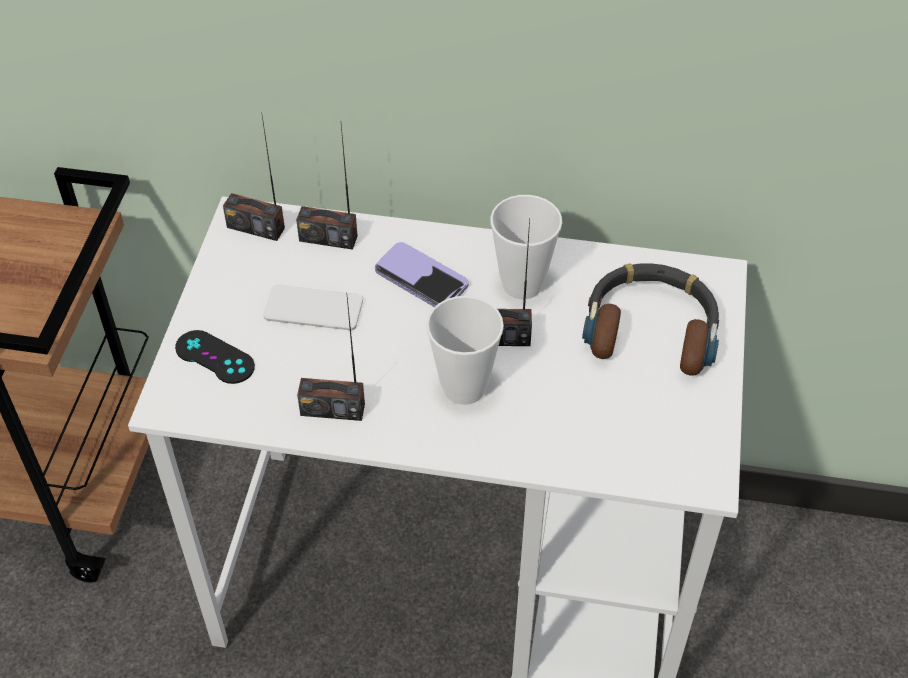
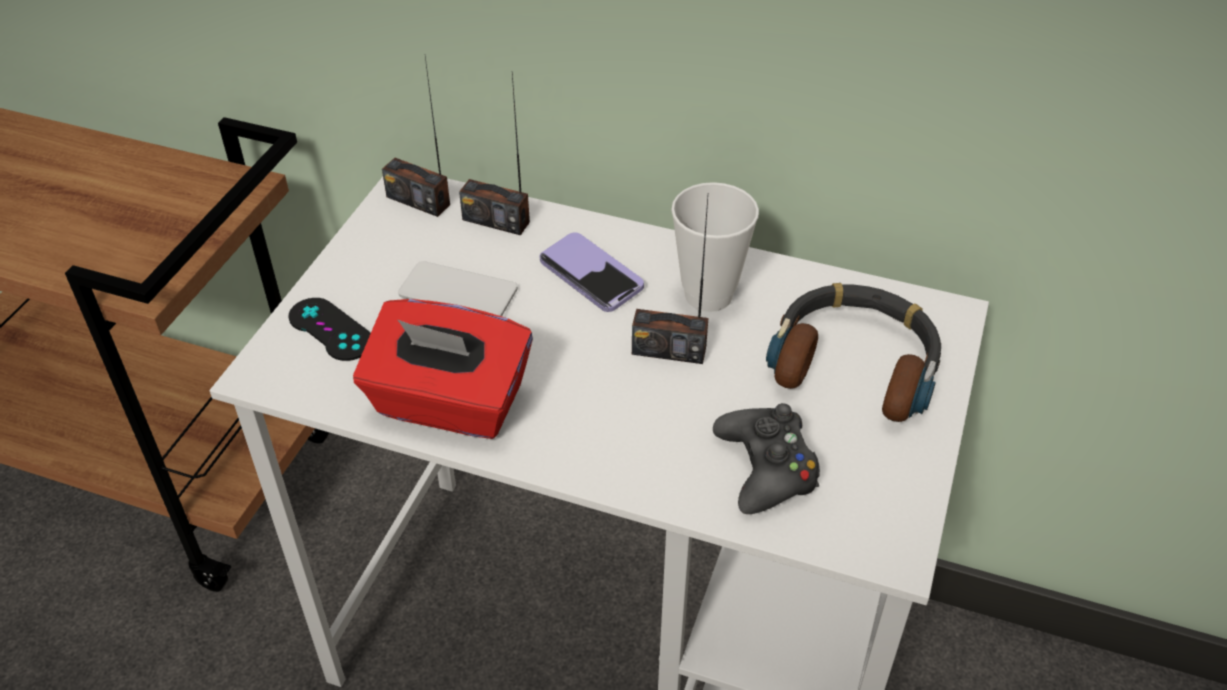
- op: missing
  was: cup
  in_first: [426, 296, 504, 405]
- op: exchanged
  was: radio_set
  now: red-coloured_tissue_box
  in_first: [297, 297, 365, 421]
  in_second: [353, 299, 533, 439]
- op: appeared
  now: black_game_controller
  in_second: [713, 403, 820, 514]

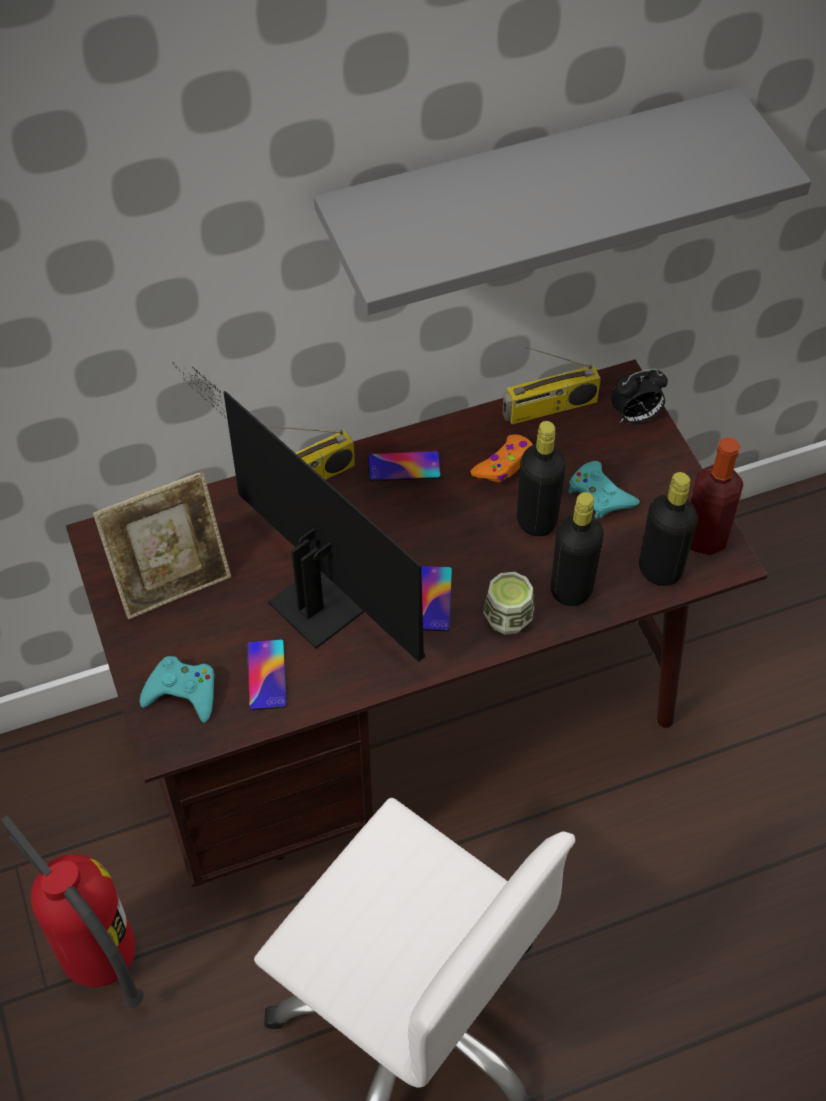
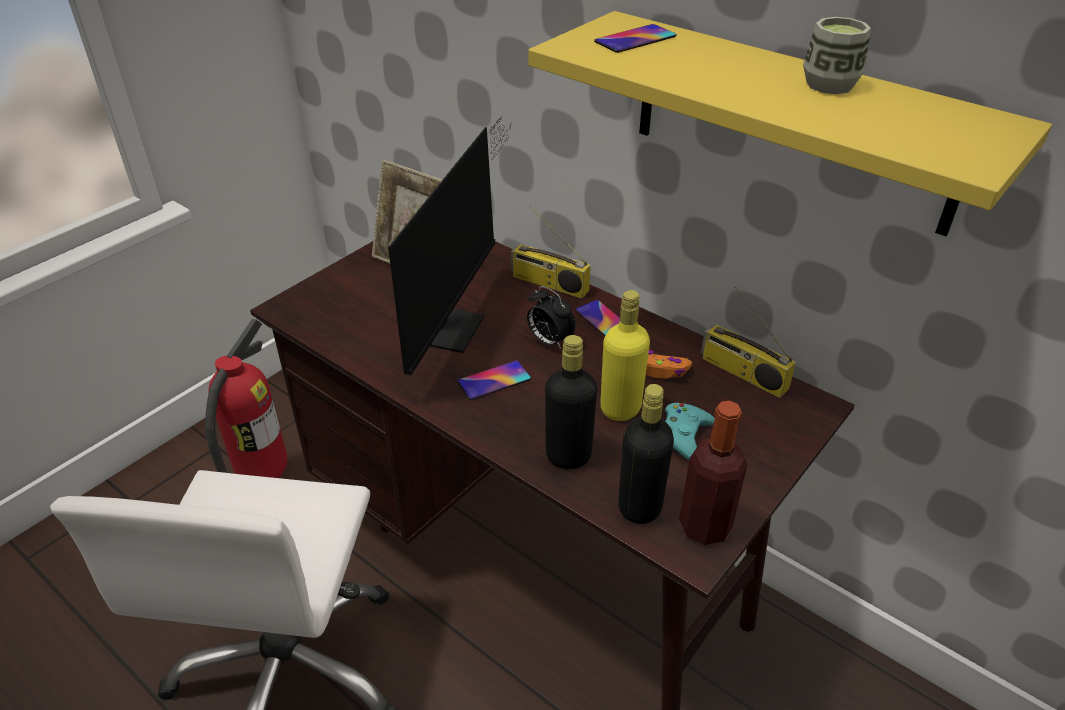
- op: colour
  was: greyish_wall_shelf
  now: yellowish_wall_shelf
  in_first: [314, 87, 811, 315]
  in_second: [528, 11, 1052, 236]
- op: relocated
  was: table_clock
  in_first: [610, 369, 668, 423]
  in_second: [527, 286, 576, 349]
- op: colour
  was: black_beverage_bottle
  now: yellowish_beverage_bottle
  in_first: [517, 421, 566, 537]
  in_second: [600, 290, 650, 421]
- op: relocated
  was: cup
  in_first: [483, 572, 534, 635]
  in_second: [803, 17, 871, 94]
- op: relocated
  was: handset
  in_first: [247, 639, 287, 710]
  in_second: [594, 24, 677, 53]
- op: missing
  was: turquoise_game_controller
  in_first: [140, 656, 215, 723]

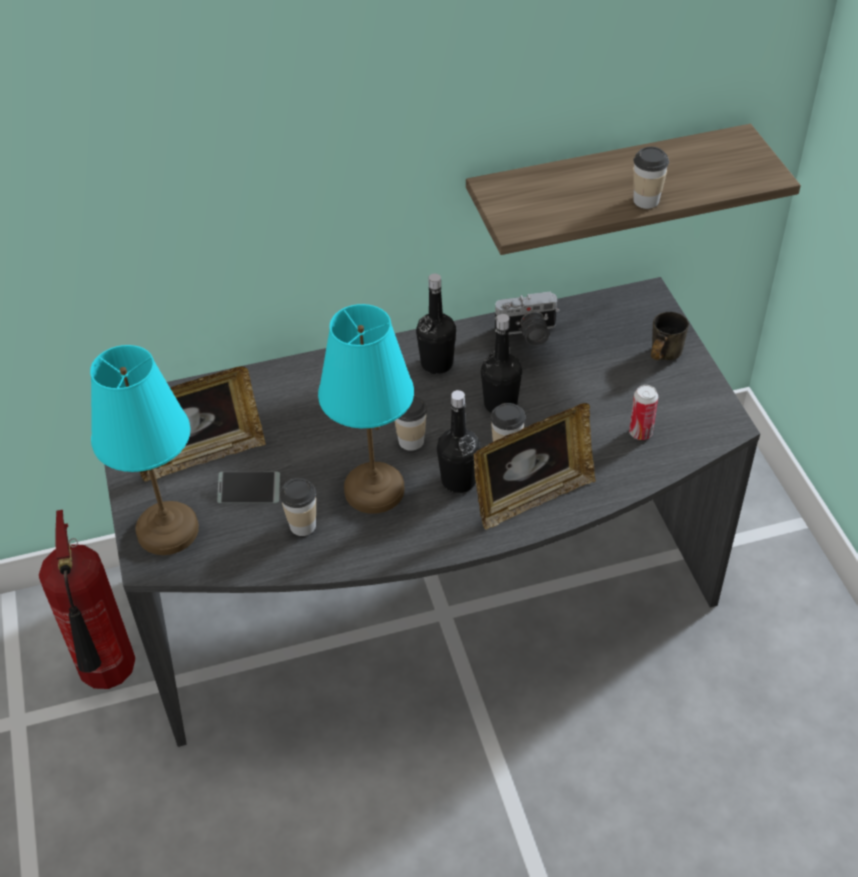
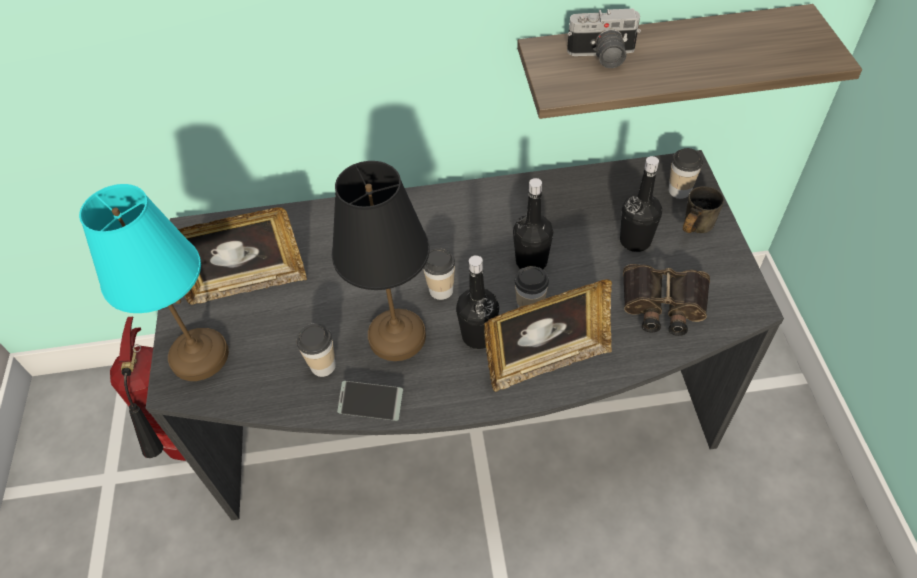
- op: relocated
  was: cup
  in_first: [633, 147, 669, 209]
  in_second: [669, 148, 703, 199]
- op: relocated
  was: black_beverage_bottle
  in_first: [416, 274, 456, 374]
  in_second: [620, 156, 662, 252]
- op: relocated
  was: still_camera
  in_first: [495, 291, 559, 346]
  in_second: [567, 8, 641, 68]
- op: colour
  was: turquoise_tabletop_lamp
  now: black_tabletop_lamp
  in_first: [318, 304, 414, 514]
  in_second: [332, 161, 430, 361]
- op: exchanged
  was: can
  now: binoculars
  in_first: [629, 385, 658, 440]
  in_second: [623, 264, 710, 336]
- op: relocated
  was: handset
  in_first: [217, 472, 280, 503]
  in_second: [337, 381, 403, 421]

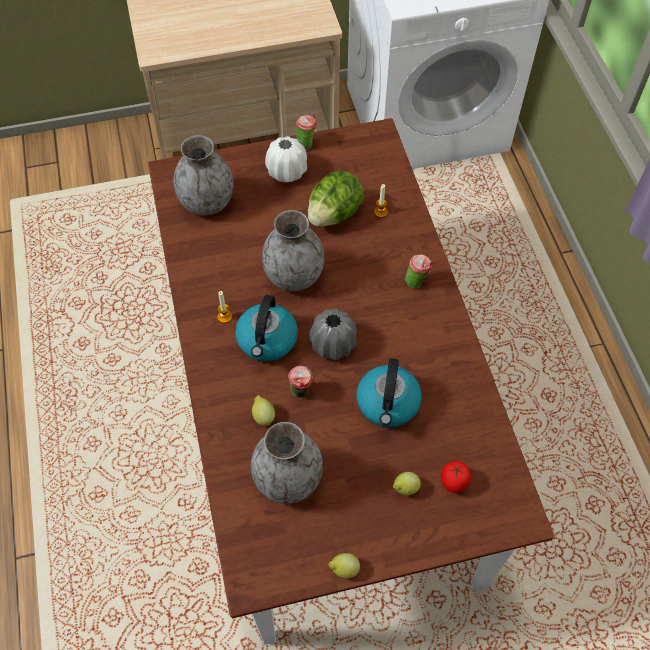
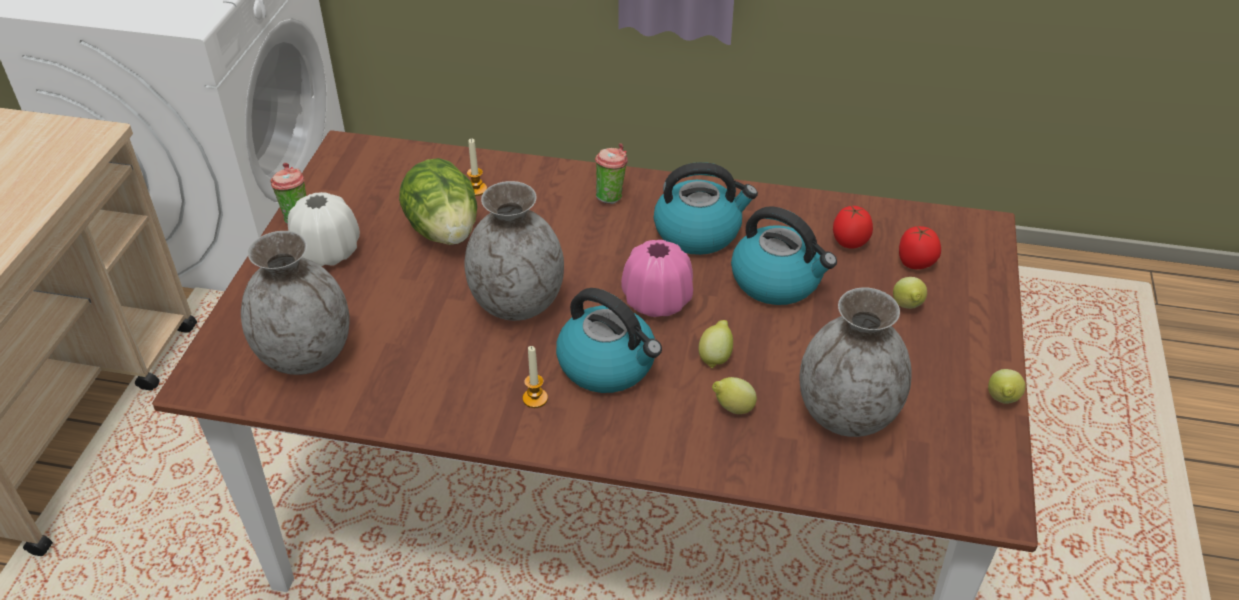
- op: colour
  was: greyish_flower_vase
  now: pink_flower_vase
  in_first: [309, 309, 357, 360]
  in_second: [621, 240, 693, 317]
- op: exchanged
  was: cup
  now: whole_lemon
  in_first: [288, 366, 313, 397]
  in_second: [698, 320, 733, 368]
- op: appeared
  now: water_kettle
  in_second: [654, 162, 758, 255]
- op: appeared
  now: tomato
  in_second: [833, 204, 873, 248]

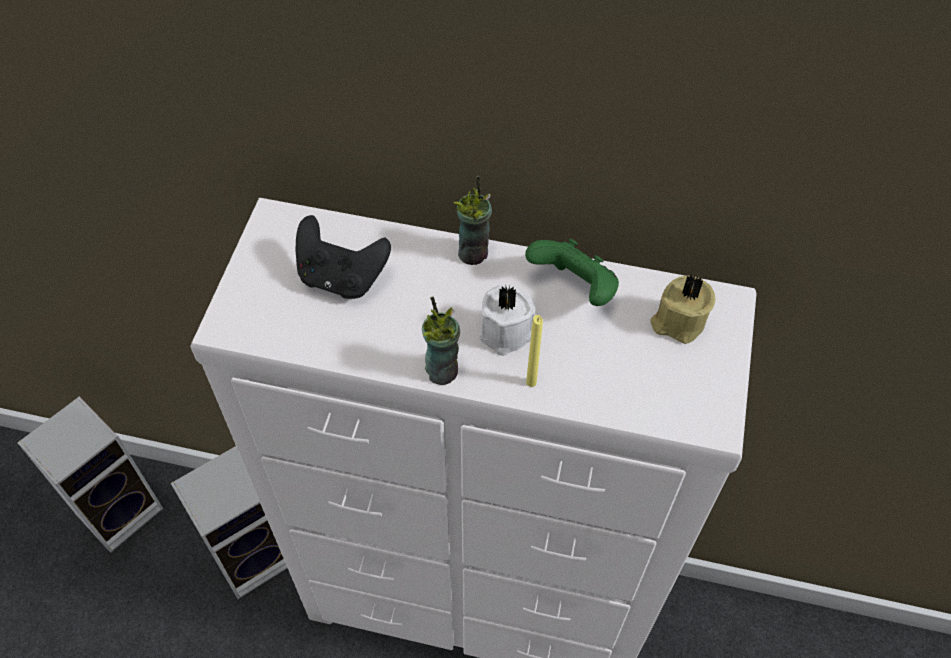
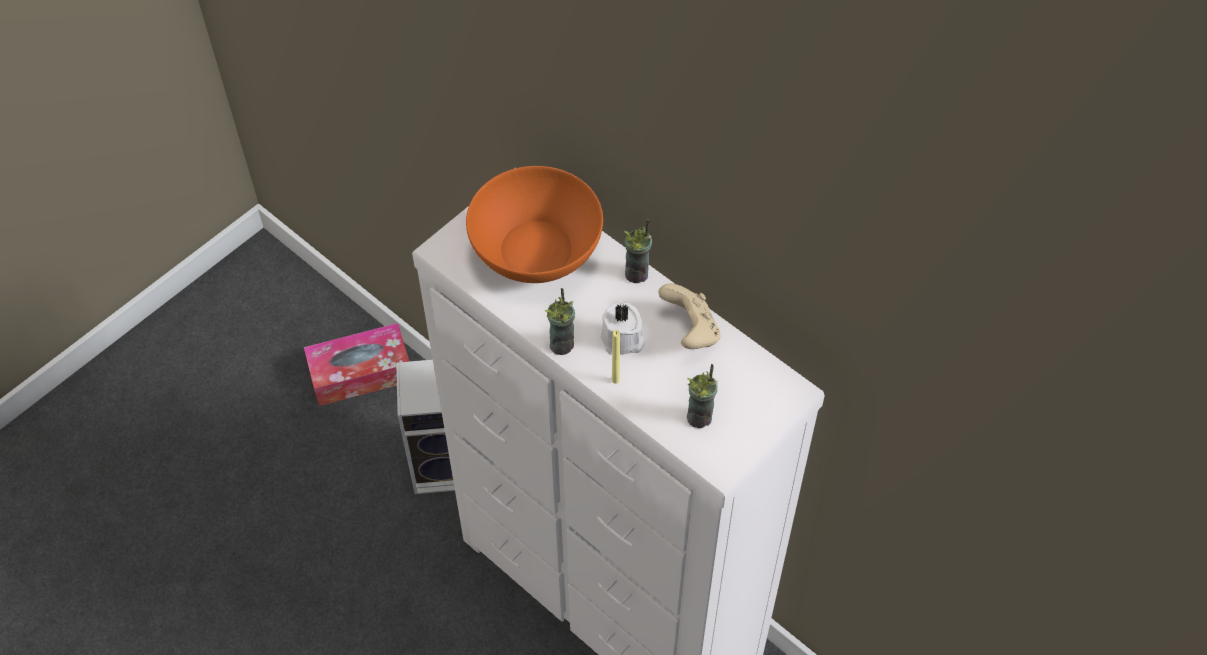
- op: exchanged
  was: black_game_controller
  now: orange-coloured_bowl
  in_first: [296, 215, 391, 299]
  in_second: [466, 166, 603, 283]
- op: colour
  was: greenish_game_controller
  now: sand-coloured_game_controller
  in_first: [525, 238, 619, 306]
  in_second: [658, 283, 720, 349]
- op: missing
  was: sand-coloured_wax_light
  in_first: [651, 274, 715, 344]
- op: exchanged
  was: speaker
  now: tissue_box
  in_first: [17, 397, 163, 553]
  in_second: [304, 323, 409, 406]
- op: appeared
  now: cup
  in_second: [687, 364, 718, 428]

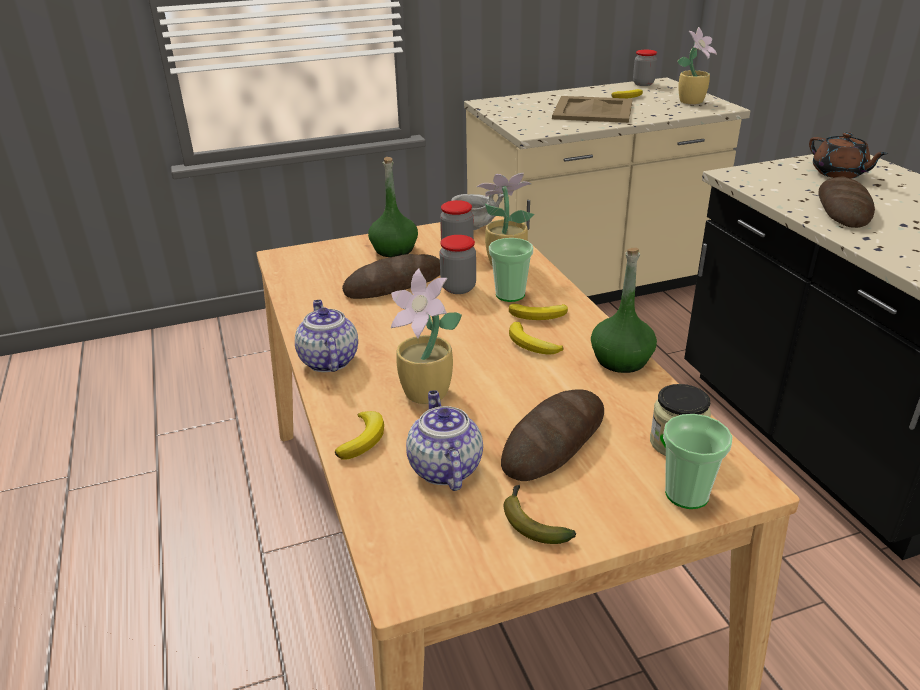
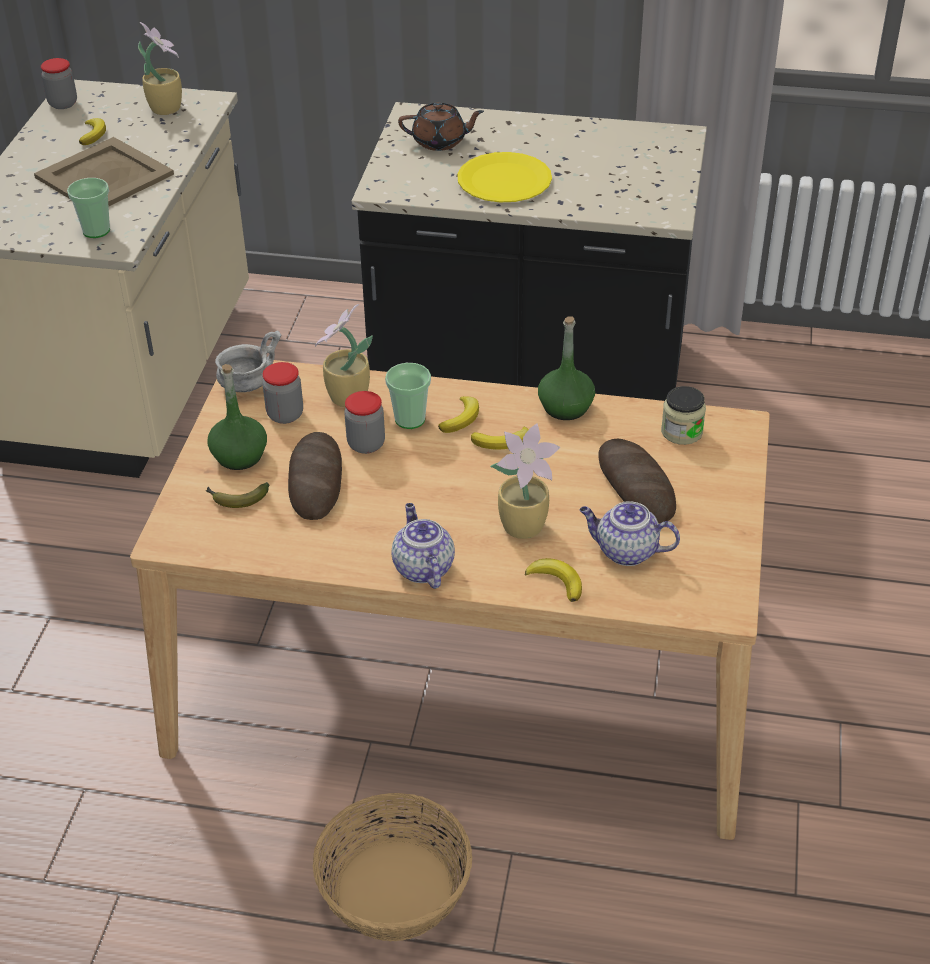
- op: exchanged
  was: bakery_bread
  now: yellowish_dinner_plate
  in_first: [819, 176, 875, 228]
  in_second: [457, 152, 552, 202]
- op: spun
  was: tea_pot
  in_first: [295, 300, 358, 372]
  in_second: [392, 503, 455, 589]
  clockwise: 60
- op: relocated
  was: cup
  in_first: [663, 414, 733, 509]
  in_second: [67, 178, 110, 238]
- op: relocated
  was: banana
  in_first: [504, 485, 576, 544]
  in_second: [206, 482, 269, 508]
- op: appeared
  now: basket
  in_second: [313, 793, 472, 941]

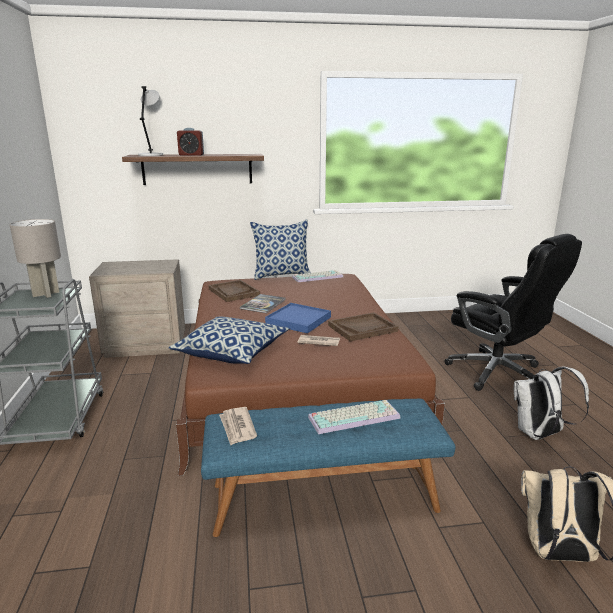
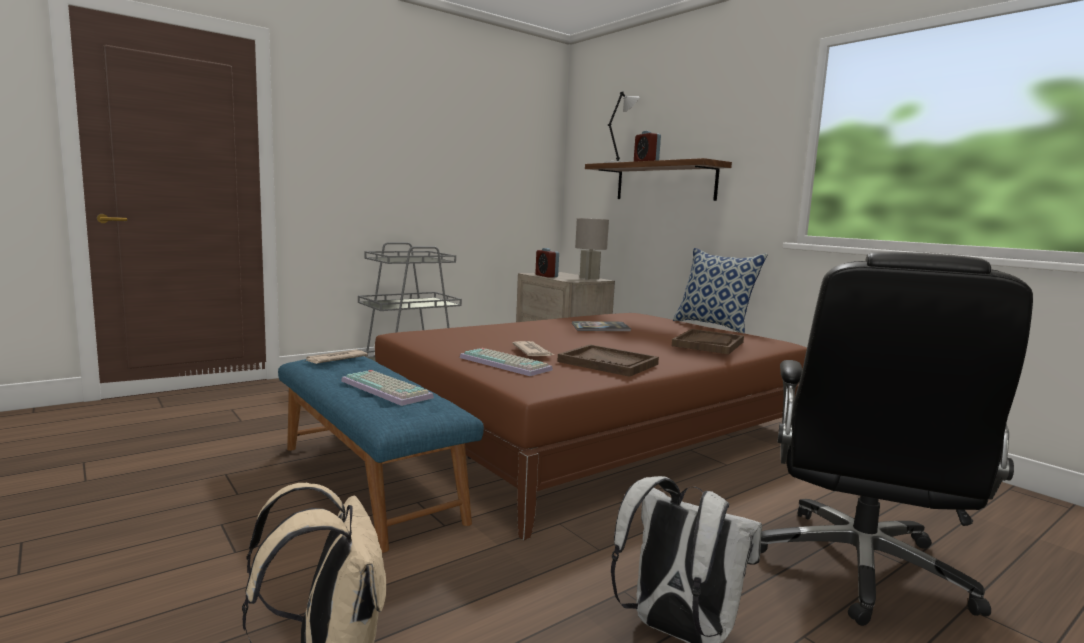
- op: relocated
  was: greyish_tabletop_lamp
  in_first: [10, 219, 61, 298]
  in_second: [575, 218, 609, 280]
- op: relocated
  was: computer_keyboard
  in_first: [292, 270, 343, 282]
  in_second: [460, 348, 553, 376]
- op: relocated
  was: brown-coloured_carrying_tray
  in_first: [208, 280, 260, 302]
  in_second: [672, 329, 744, 354]
- op: missing
  was: blue_carrying_tray
  in_first: [265, 303, 331, 333]
- op: missing
  was: throw_pillow
  in_first: [169, 316, 289, 364]
- op: appeared
  now: table_clock
  in_second: [535, 248, 559, 278]

